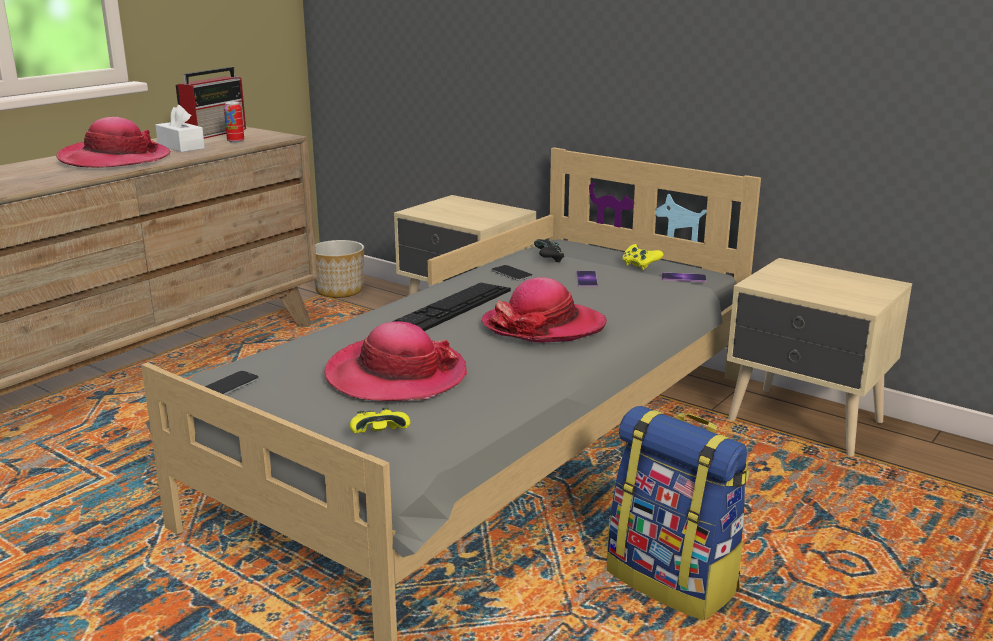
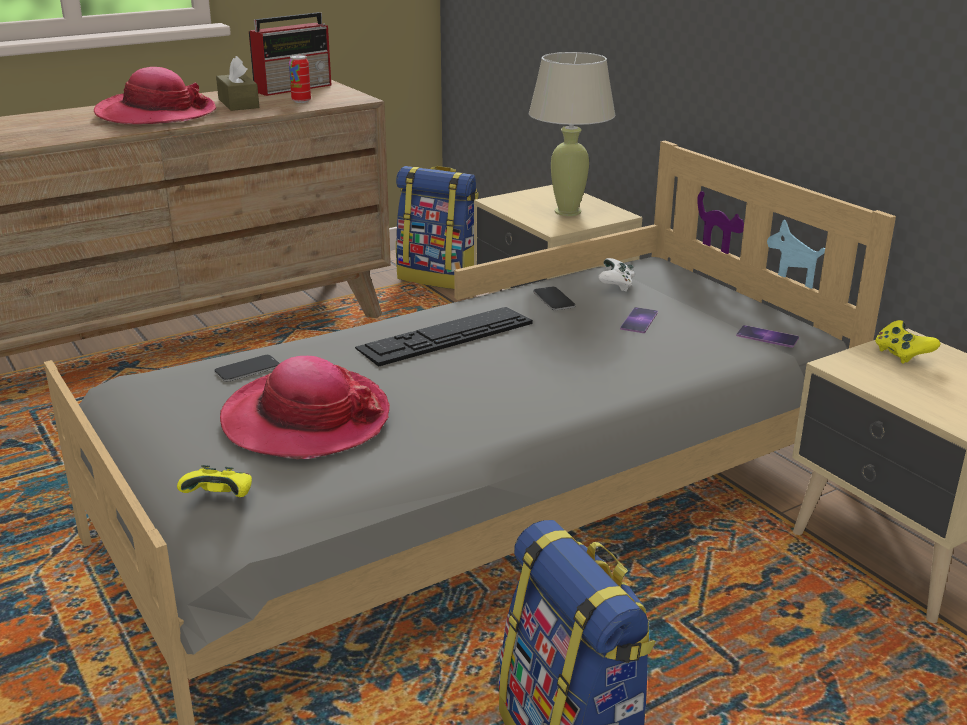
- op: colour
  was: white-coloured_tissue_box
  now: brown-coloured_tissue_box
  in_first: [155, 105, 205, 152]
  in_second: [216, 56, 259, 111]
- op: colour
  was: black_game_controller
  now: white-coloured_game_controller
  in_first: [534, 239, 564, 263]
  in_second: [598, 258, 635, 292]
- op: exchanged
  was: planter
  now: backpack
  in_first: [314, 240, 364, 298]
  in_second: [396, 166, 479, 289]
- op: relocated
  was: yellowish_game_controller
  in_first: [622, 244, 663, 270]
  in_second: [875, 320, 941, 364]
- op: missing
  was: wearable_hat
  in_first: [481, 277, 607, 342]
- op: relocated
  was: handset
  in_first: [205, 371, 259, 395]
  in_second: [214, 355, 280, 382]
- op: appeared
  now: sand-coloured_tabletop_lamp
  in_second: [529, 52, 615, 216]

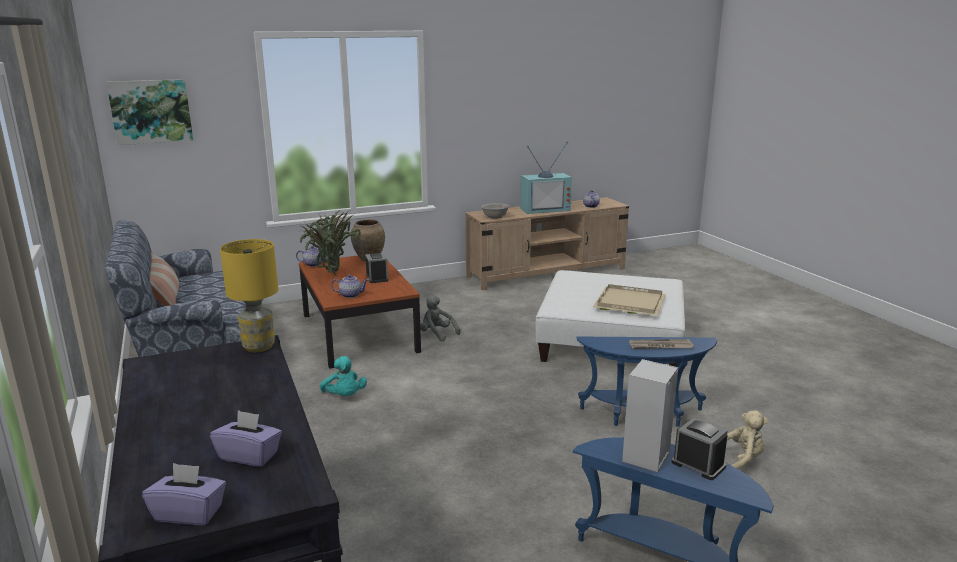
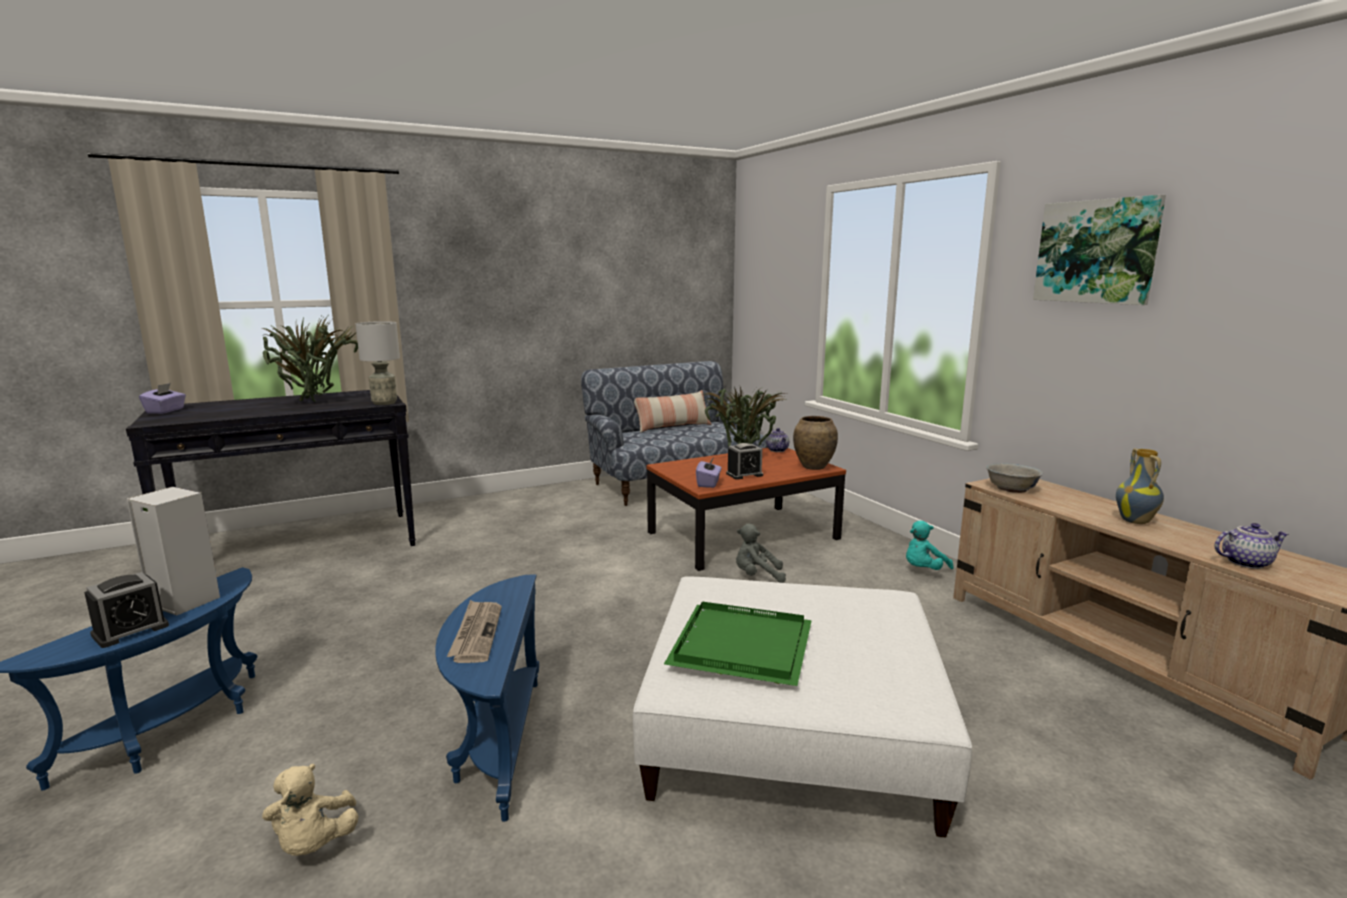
- op: relocated
  was: picture
  in_first: [106, 79, 193, 145]
  in_second: [1033, 195, 1166, 305]
- op: exchanged
  was: TV_set
  now: flower_vase
  in_first: [520, 141, 572, 214]
  in_second: [1116, 448, 1164, 524]
- op: colour
  was: yellowish_tabletop_lamp
  now: greyish_tabletop_lamp
  in_first: [220, 239, 278, 352]
  in_second: [356, 321, 400, 405]
- op: missing
  was: tea_pot
  in_first: [331, 274, 369, 298]
- op: colour
  was: sand-coloured_carrying_tray
  now: greenish_carrying_tray
  in_first: [593, 284, 666, 316]
  in_second: [664, 602, 812, 686]
- op: spun
  was: greyish_plush_toy
  in_first: [420, 295, 460, 342]
  in_second: [736, 524, 786, 583]
  clockwise: -120
- op: relocated
  was: turquoise_plush_toy
  in_first: [320, 356, 367, 396]
  in_second: [906, 521, 953, 570]
- op: relocated
  was: purple_tissue_box
  in_first: [210, 410, 282, 467]
  in_second: [696, 457, 721, 488]
- op: appeared
  now: houseplant
  in_second: [261, 314, 358, 402]

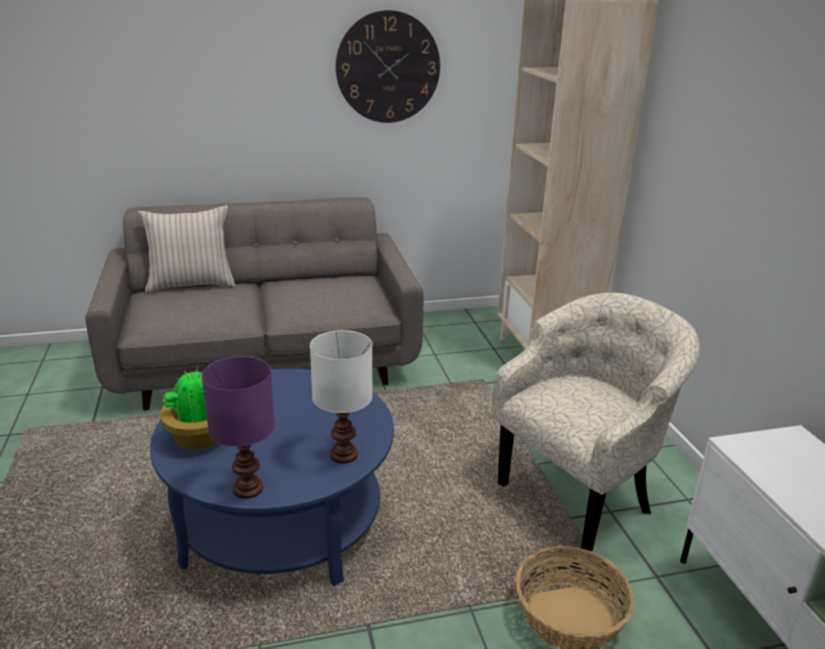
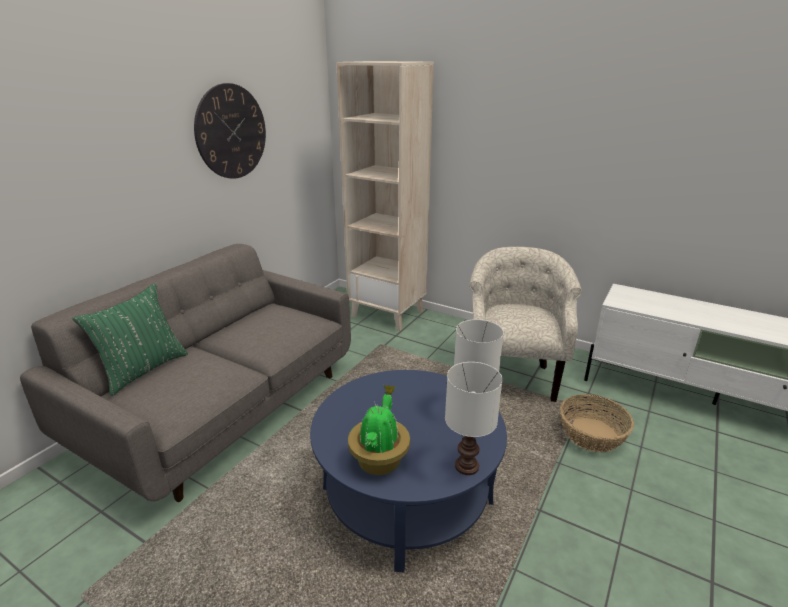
- op: colour
  was: sand-coloured_throw_pillow
  now: greenish_throw_pillow
  in_first: [138, 206, 235, 293]
  in_second: [72, 283, 188, 396]
- op: colour
  was: purple_tabletop_lamp
  now: white-coloured_tabletop_lamp
  in_first: [202, 356, 275, 499]
  in_second: [445, 362, 503, 475]

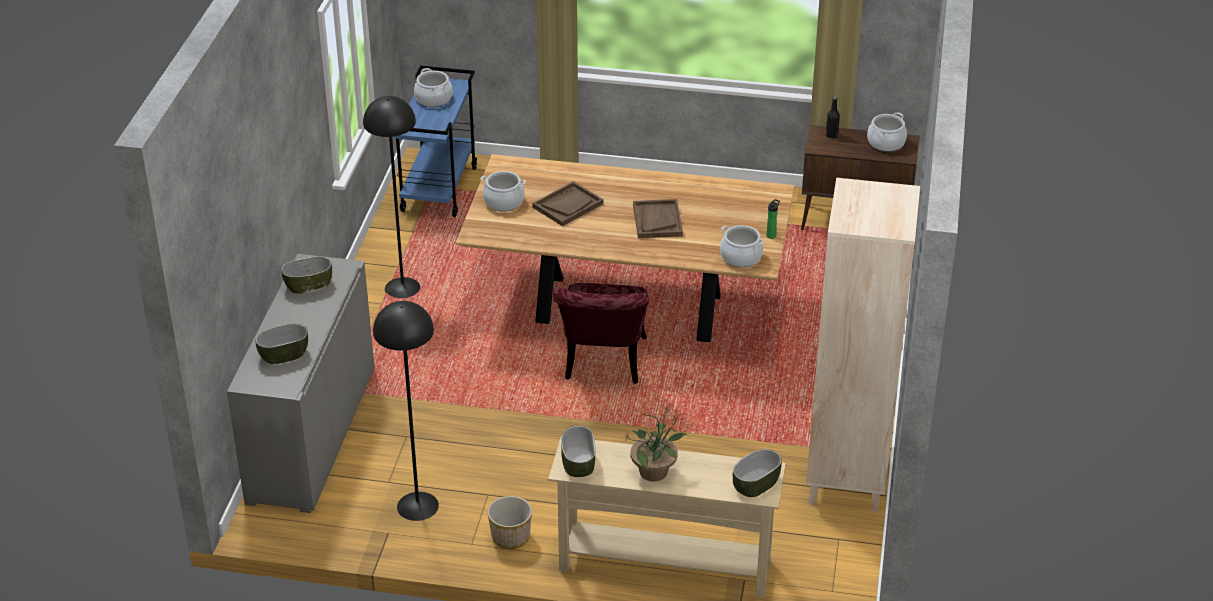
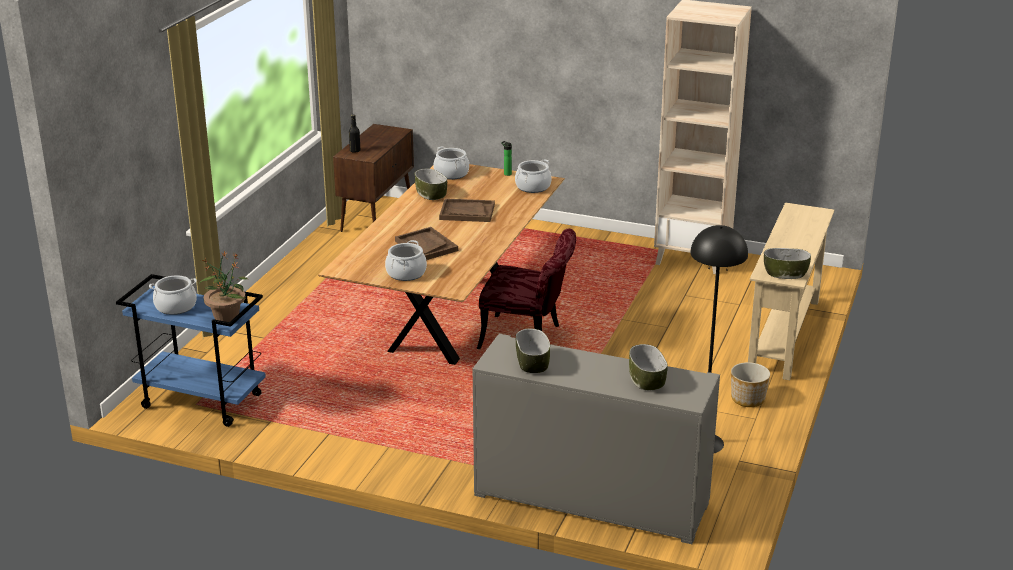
- op: missing
  was: black_floor_lamp
  in_first: [363, 96, 420, 298]
- op: relocated
  was: stockpot
  in_first: [867, 112, 907, 152]
  in_second: [433, 146, 469, 180]
- op: relocated
  was: houseplant
  in_first: [624, 405, 687, 482]
  in_second: [200, 250, 249, 322]
- op: relocated
  was: bowl
  in_first: [733, 449, 782, 497]
  in_second: [415, 169, 447, 200]

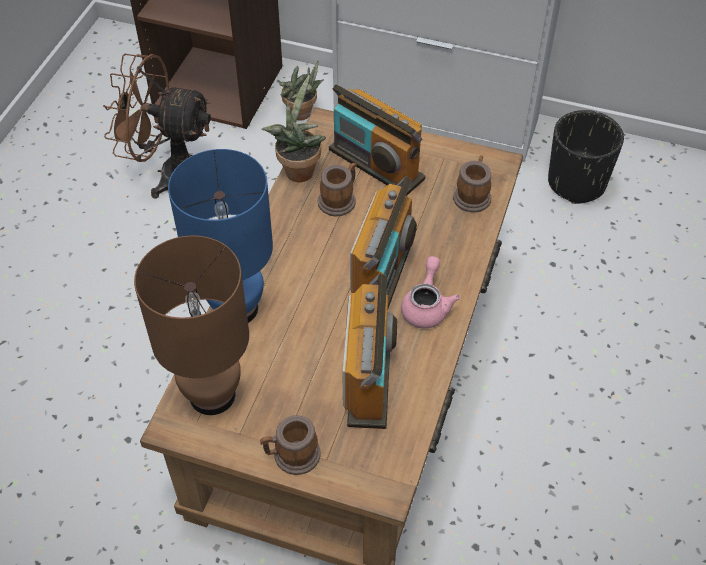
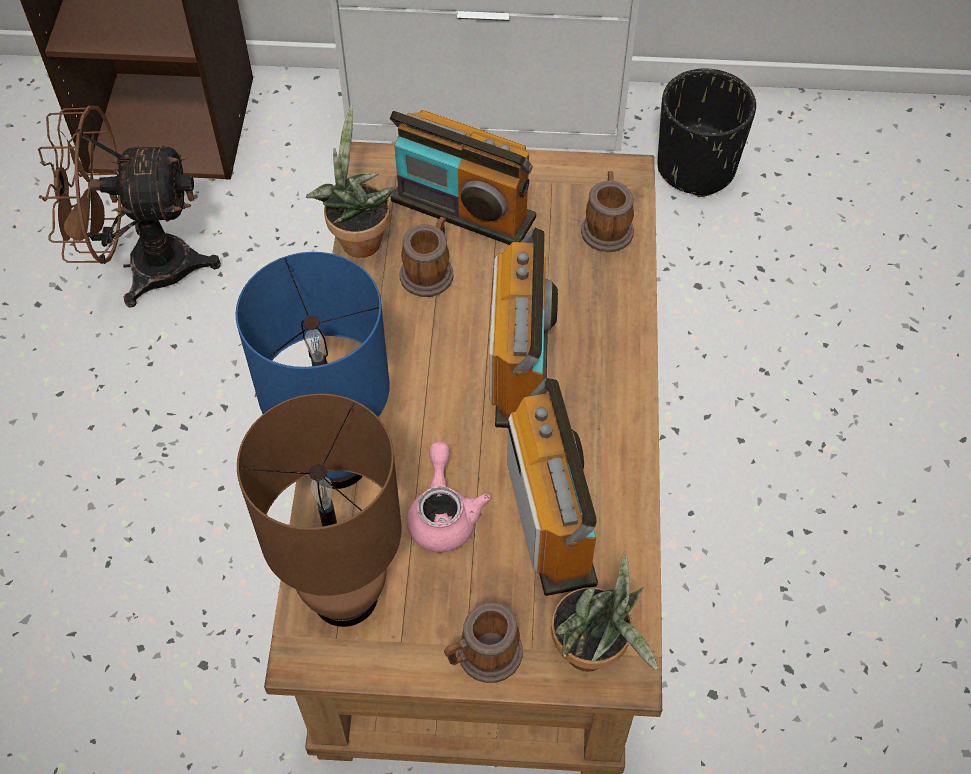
- op: relocated
  was: houseplant
  in_first: [279, 61, 324, 121]
  in_second: [551, 552, 658, 671]
- op: relocated
  was: pink_tea_pot
  in_first: [401, 256, 460, 328]
  in_second: [407, 442, 490, 553]

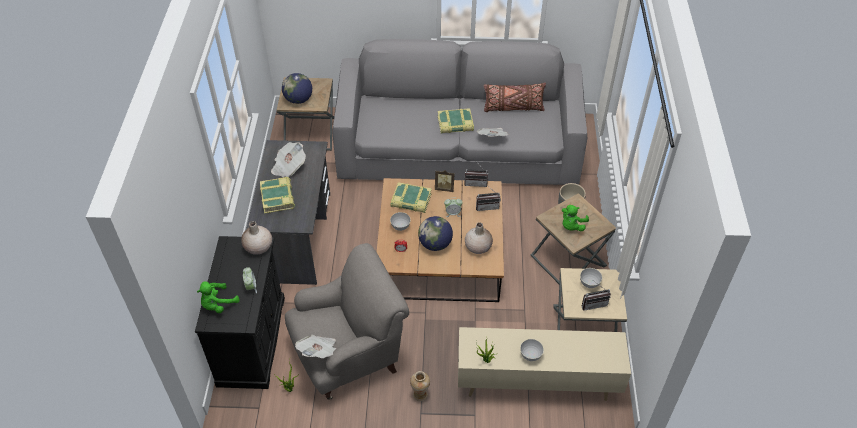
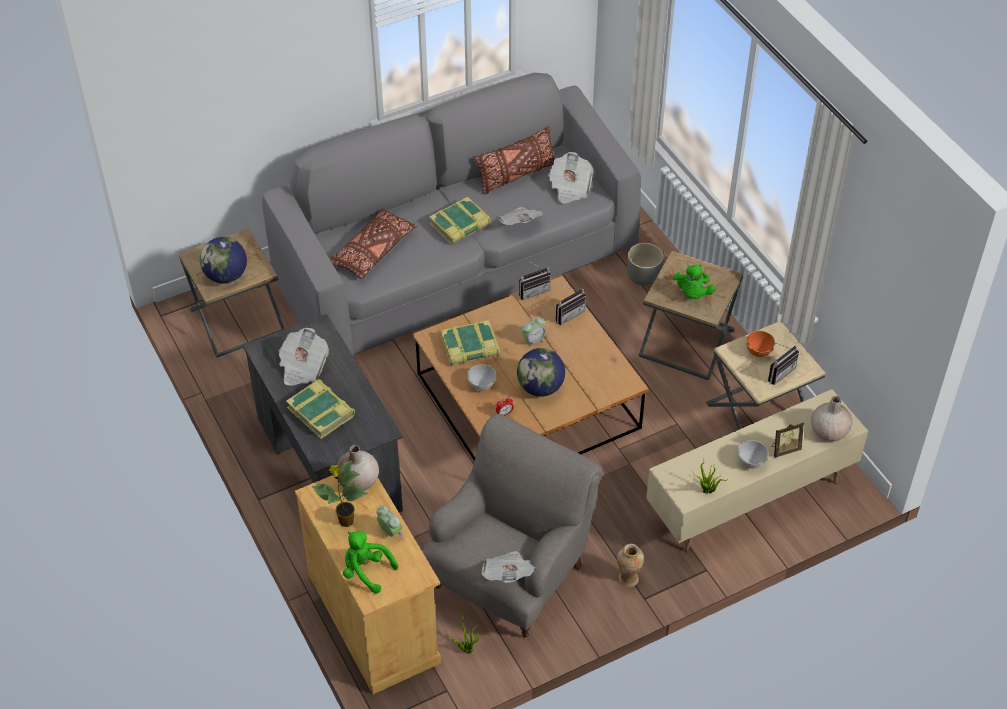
- op: relocated
  was: standing_frame
  in_first: [435, 170, 455, 192]
  in_second: [772, 423, 804, 458]
- op: relocated
  was: sand-coloured_flower_vase
  in_first: [465, 222, 493, 254]
  in_second: [811, 396, 852, 441]
- op: colour
  was: black_storage_cabinet
  now: sand-coloured_storage_cabinet
  in_first: [195, 236, 285, 389]
  in_second: [295, 475, 441, 694]
- op: colour
  was: greyish_bowl
  now: orange-coloured_bowl
  in_first: [580, 268, 602, 288]
  in_second: [746, 331, 775, 357]
- op: spun
  was: greenish_plush_toy
  in_first: [197, 281, 240, 313]
  in_second: [343, 531, 398, 593]
  clockwise: 105
- op: appeared
  now: daily_paper
  in_second: [548, 152, 594, 204]
- op: appeared
  now: brown-coloured_throw_pillow
  in_second: [330, 208, 417, 279]
- op: appeared
  now: houseplant
  in_second: [312, 460, 368, 527]

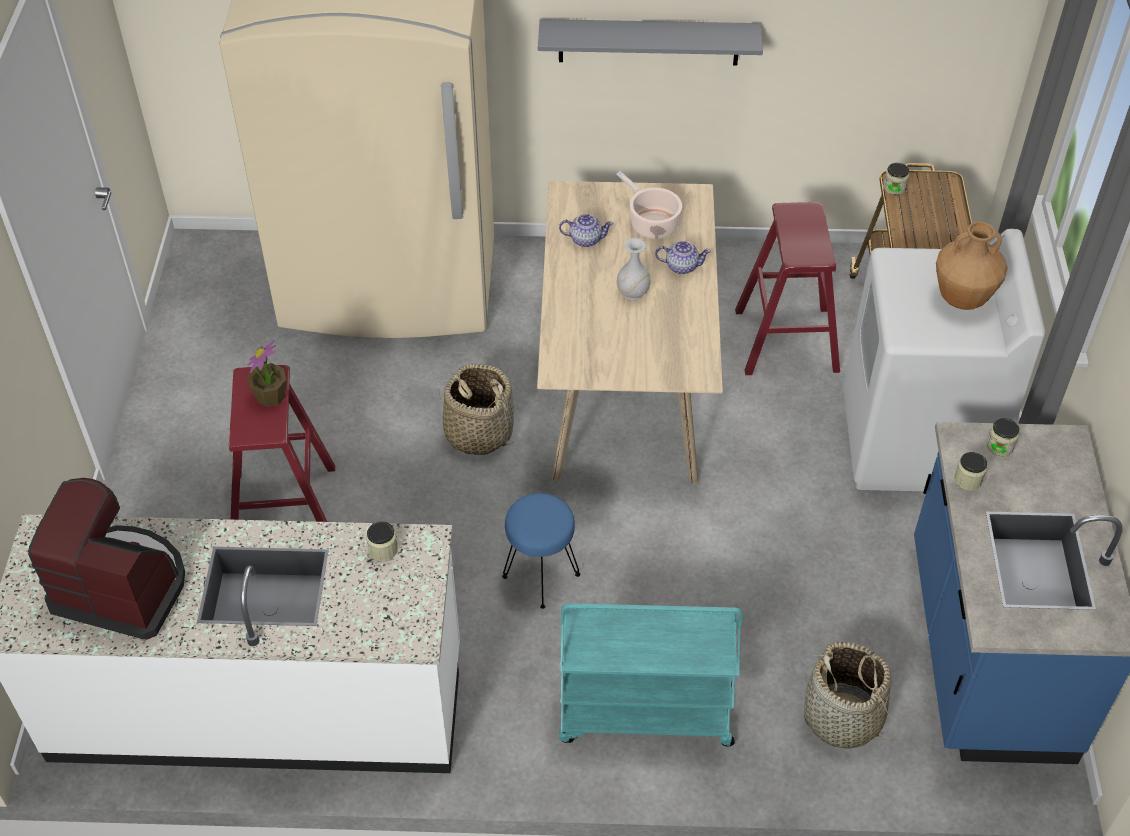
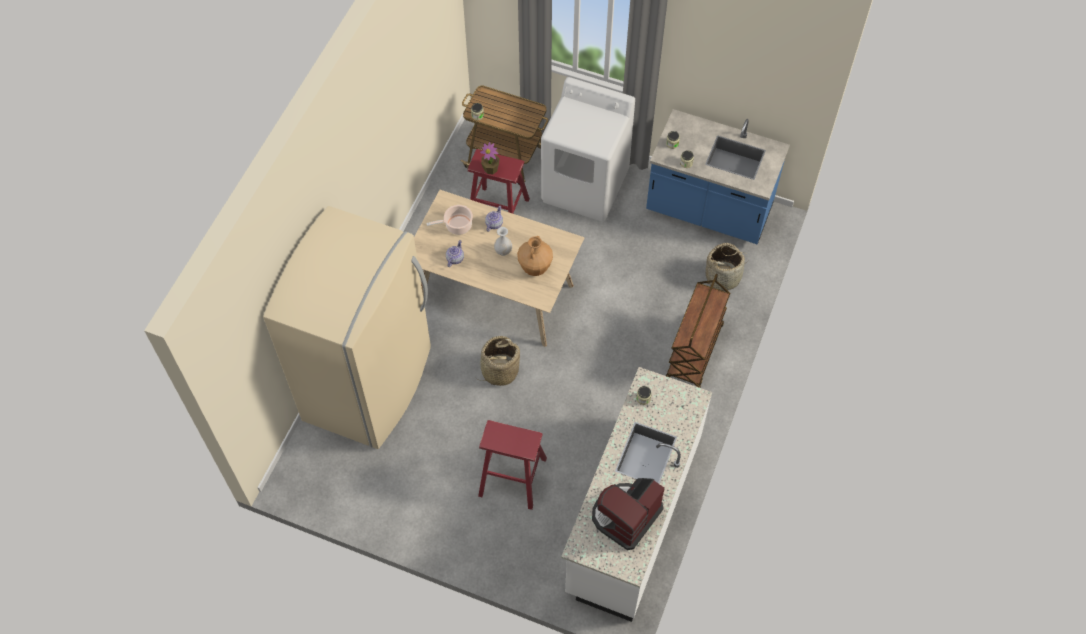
- op: missing
  was: greyish_wall_shelf
  in_first: [538, 19, 763, 65]
- op: relocated
  was: brown-coloured_flower_vase
  in_first: [936, 222, 1008, 310]
  in_second: [517, 235, 553, 276]
- op: relocated
  was: houseplant
  in_first: [247, 340, 286, 407]
  in_second: [480, 142, 500, 174]
- op: missing
  was: blue_stool
  in_first: [502, 493, 580, 609]
- op: colour
  was: turquoise_wheeled_cart
  now: brown-coloured_wheeled_cart
  in_first: [559, 603, 743, 746]
  in_second: [666, 274, 730, 388]

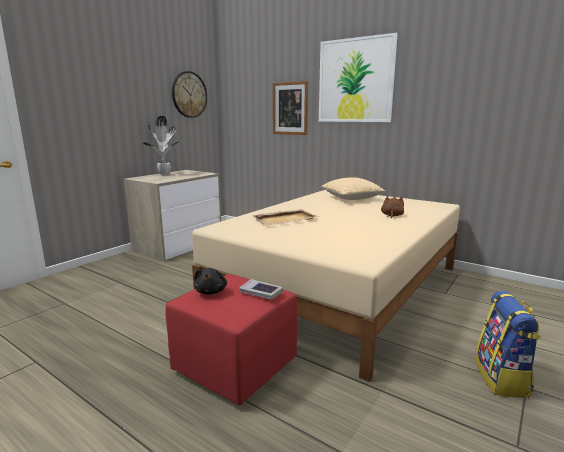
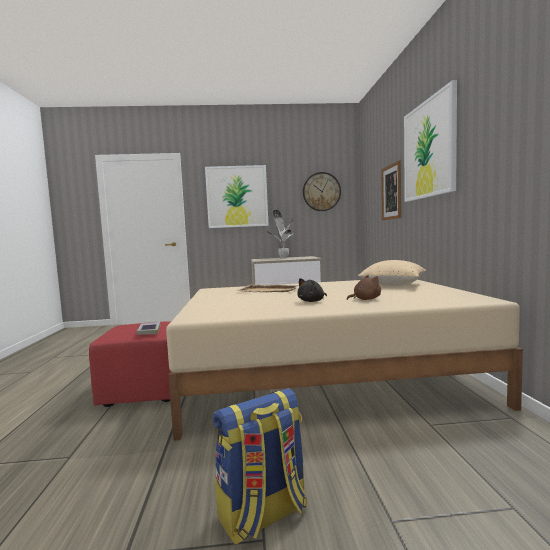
- op: relocated
  was: black_plush_toy
  in_first: [194, 268, 227, 295]
  in_second: [297, 278, 327, 302]
- op: appeared
  now: picture
  in_second: [205, 165, 269, 228]

